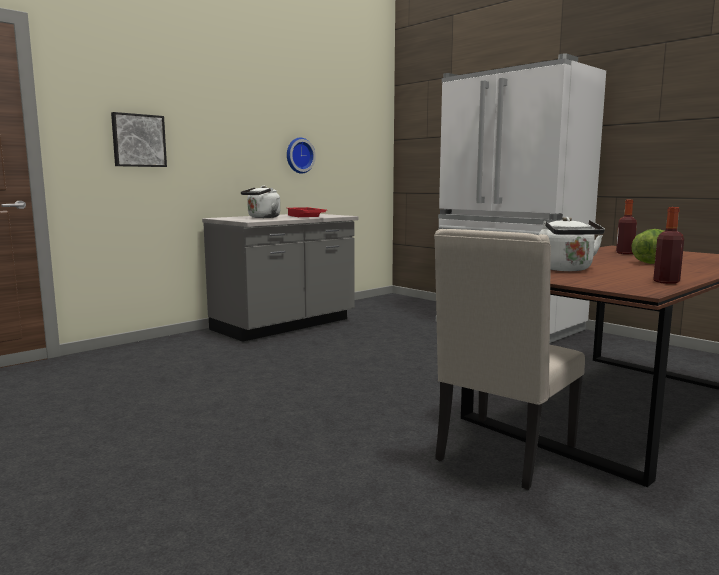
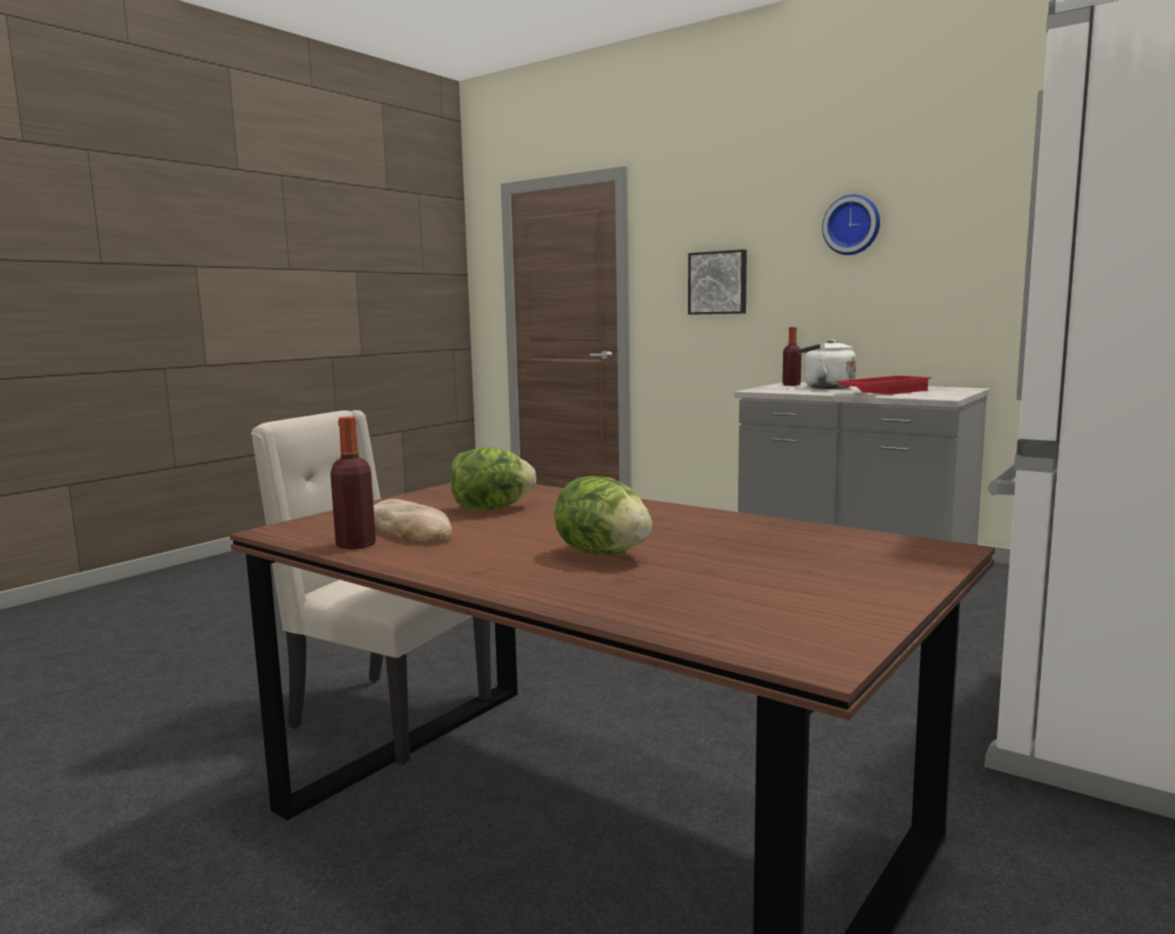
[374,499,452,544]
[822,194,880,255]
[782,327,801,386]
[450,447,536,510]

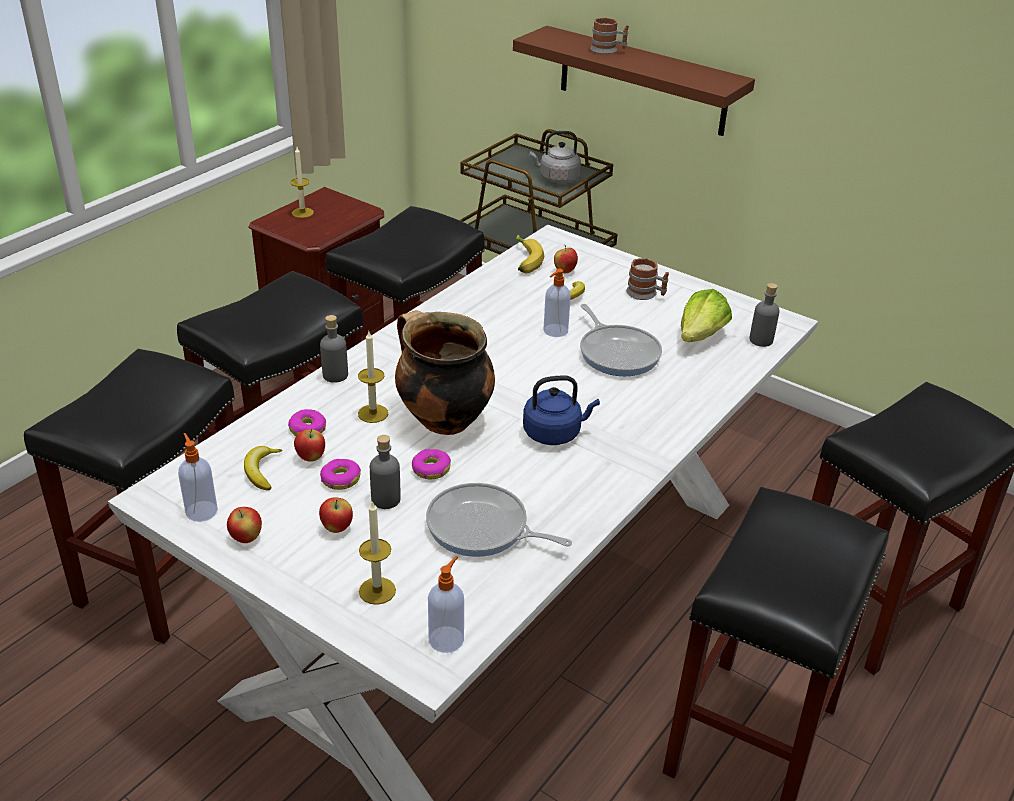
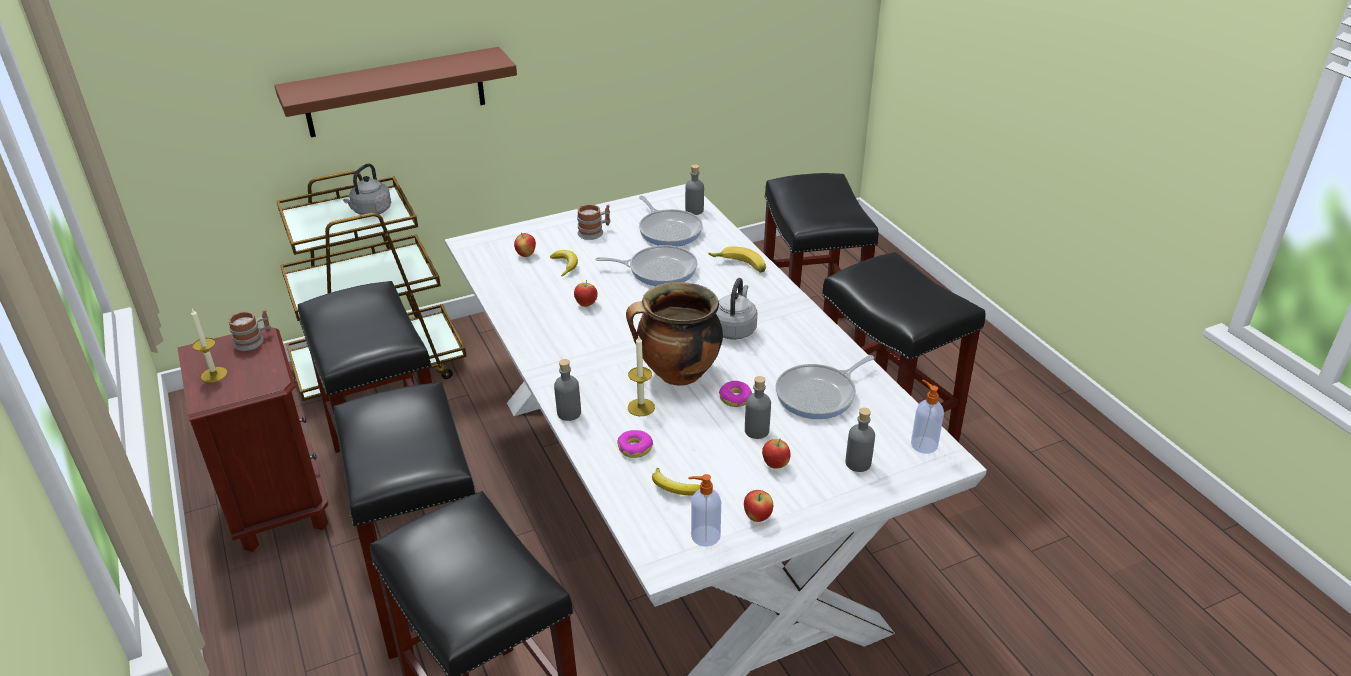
[320,459,361,490] (first image)
[543,269,571,337] (first image)
[574,280,598,307]
[708,247,766,273]
[228,310,271,351]
[845,408,875,472]
[639,196,703,247]
[716,278,758,340]

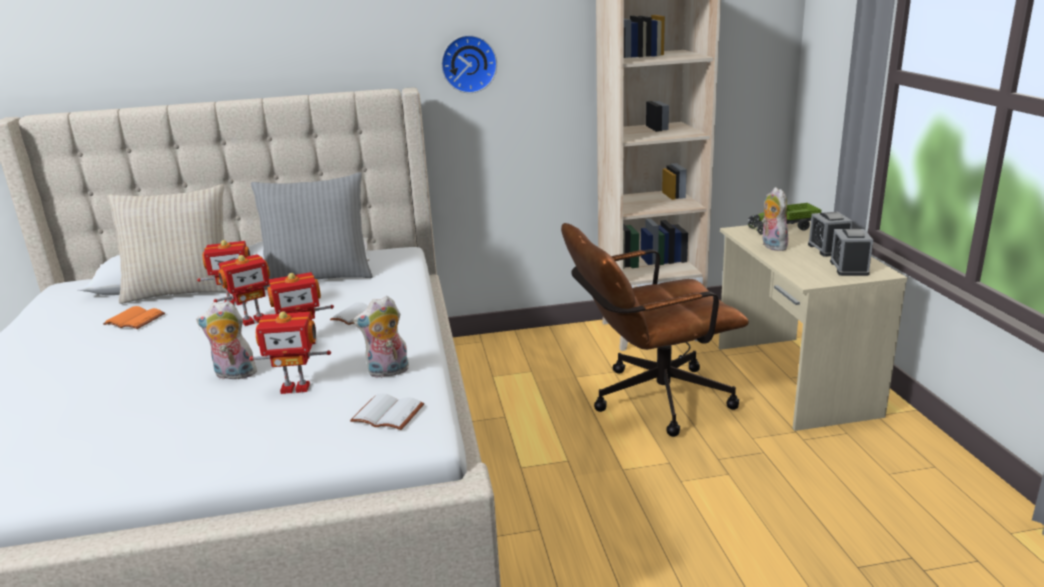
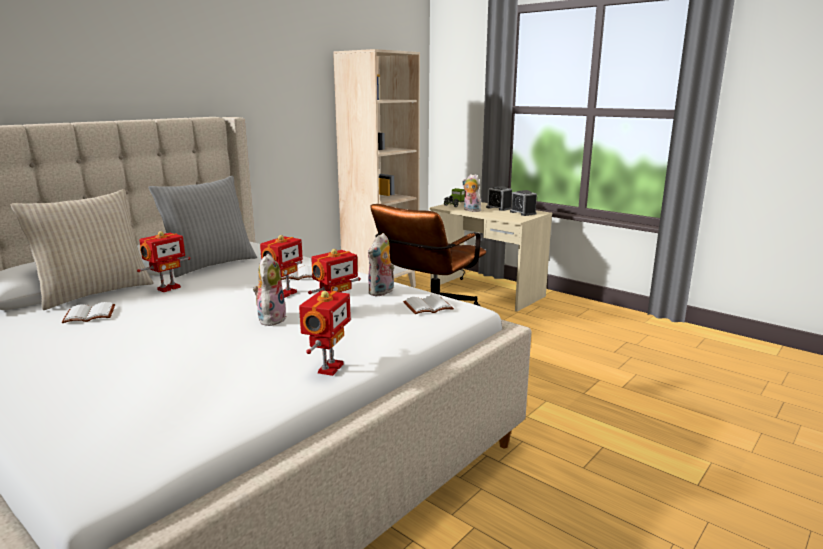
[441,35,497,93] (first image)
[299,290,351,376]
[62,302,115,323]
[253,254,286,326]

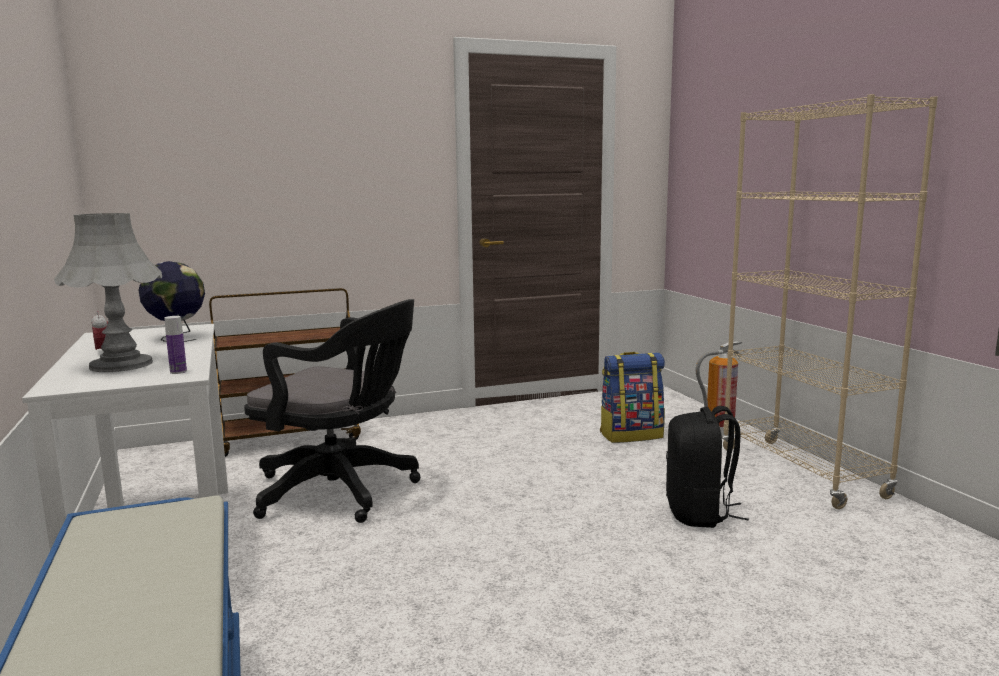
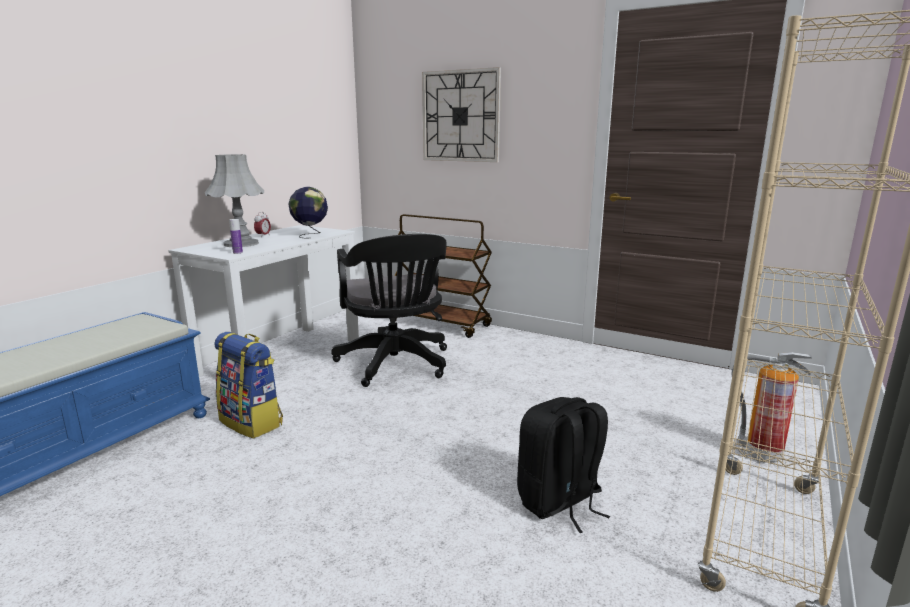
[422,67,501,162]
[214,332,283,439]

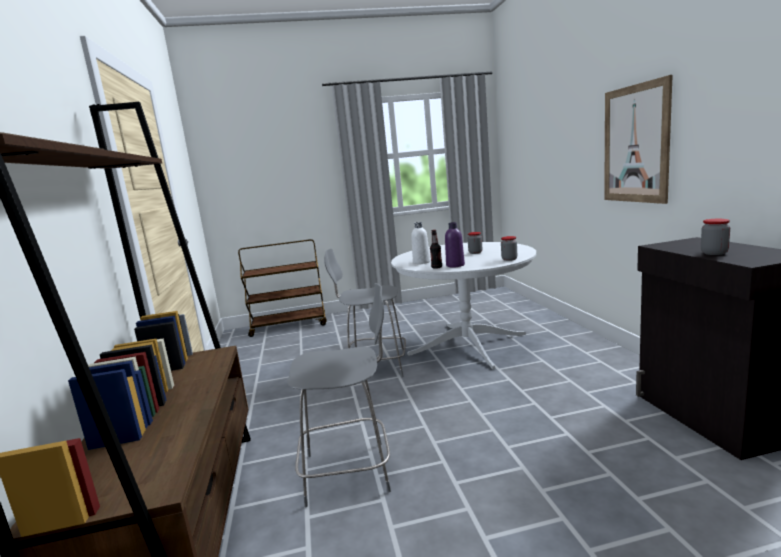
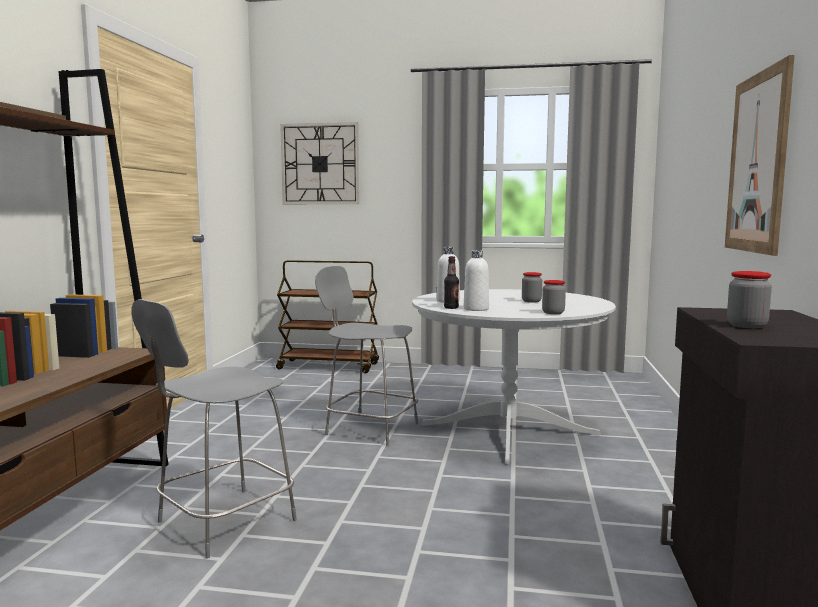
[280,122,359,204]
[464,250,489,311]
[131,299,297,559]

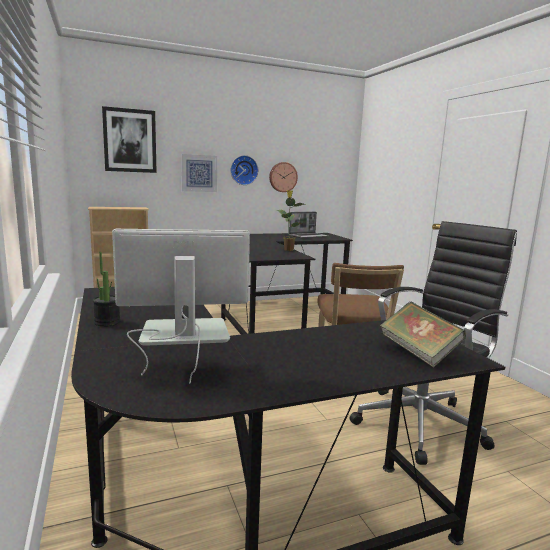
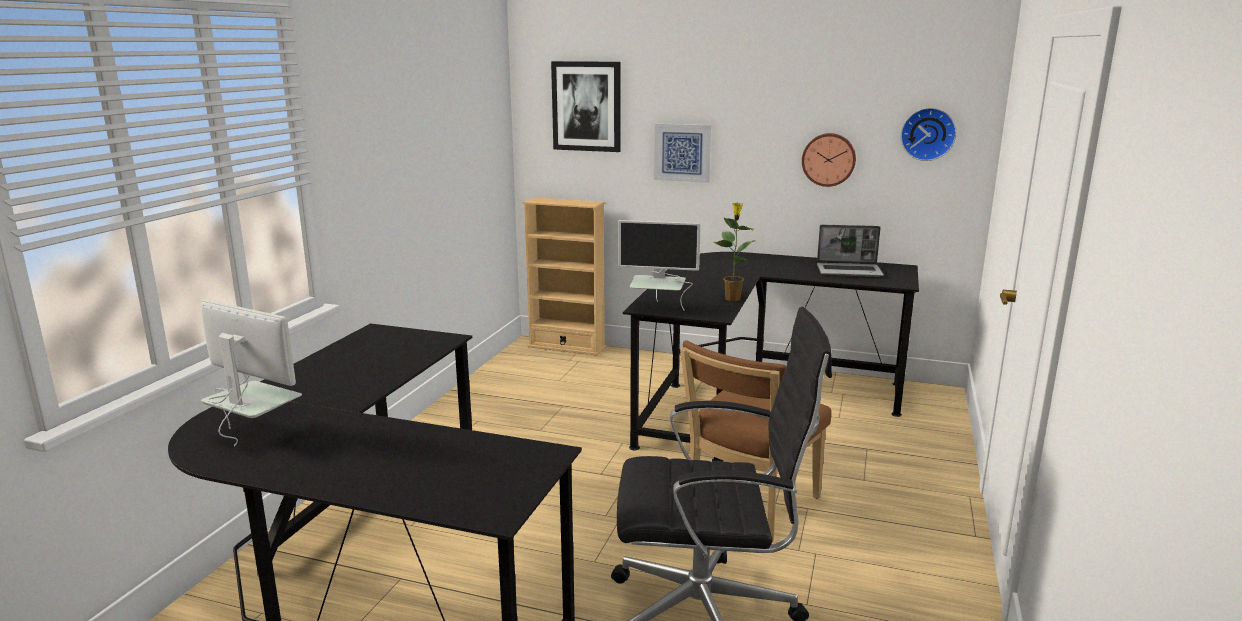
[93,252,120,327] (first image)
[380,302,466,368] (first image)
[618,220,701,311]
[900,108,956,161]

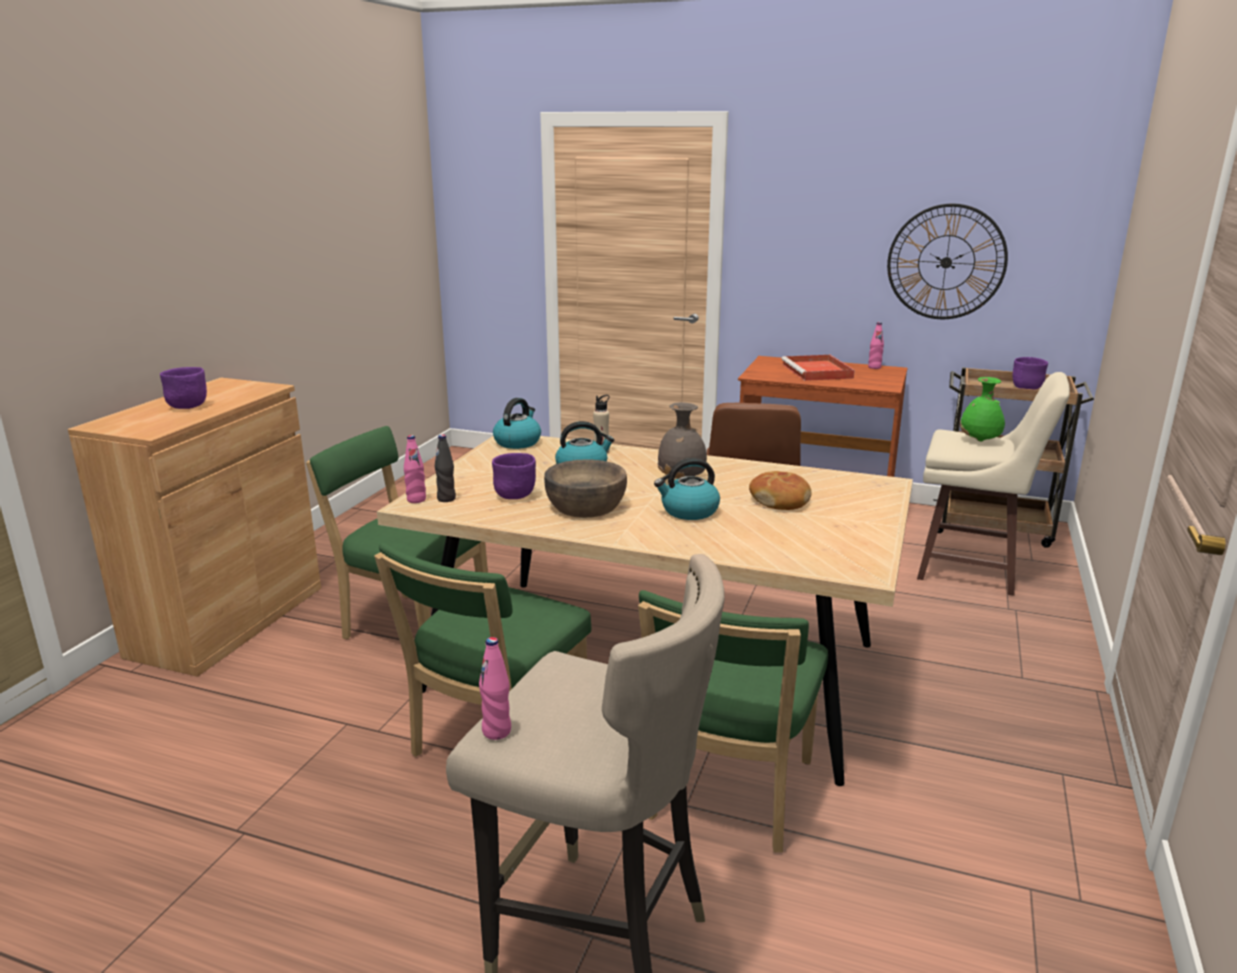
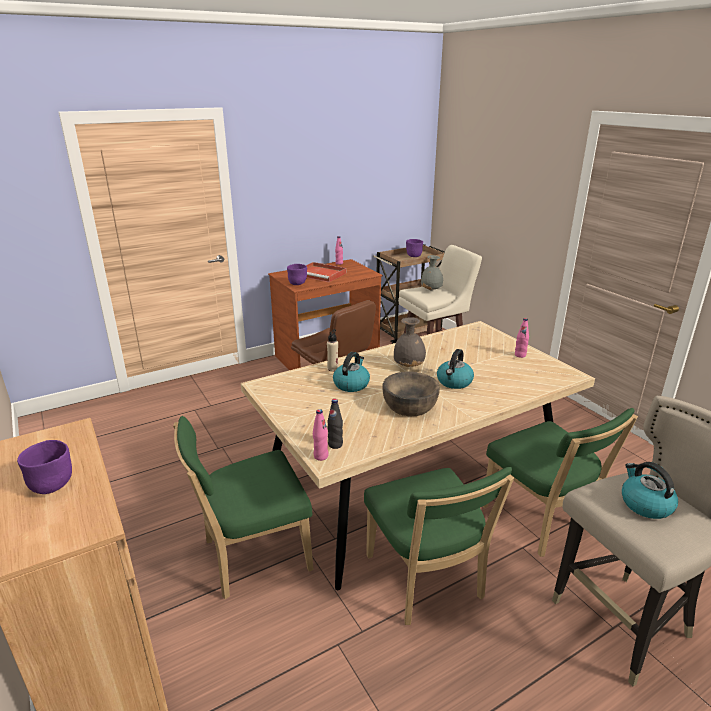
[749,471,812,510] (first image)
[887,204,1008,319] (first image)
[515,318,529,358]
[287,264,307,285]
[622,462,678,519]
[421,255,443,291]

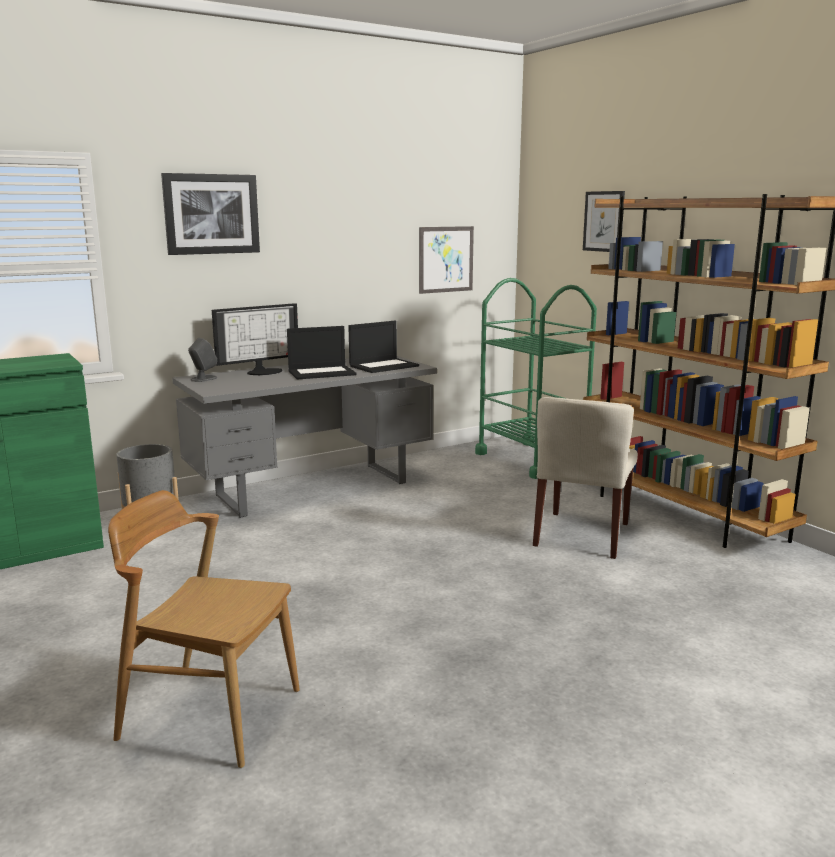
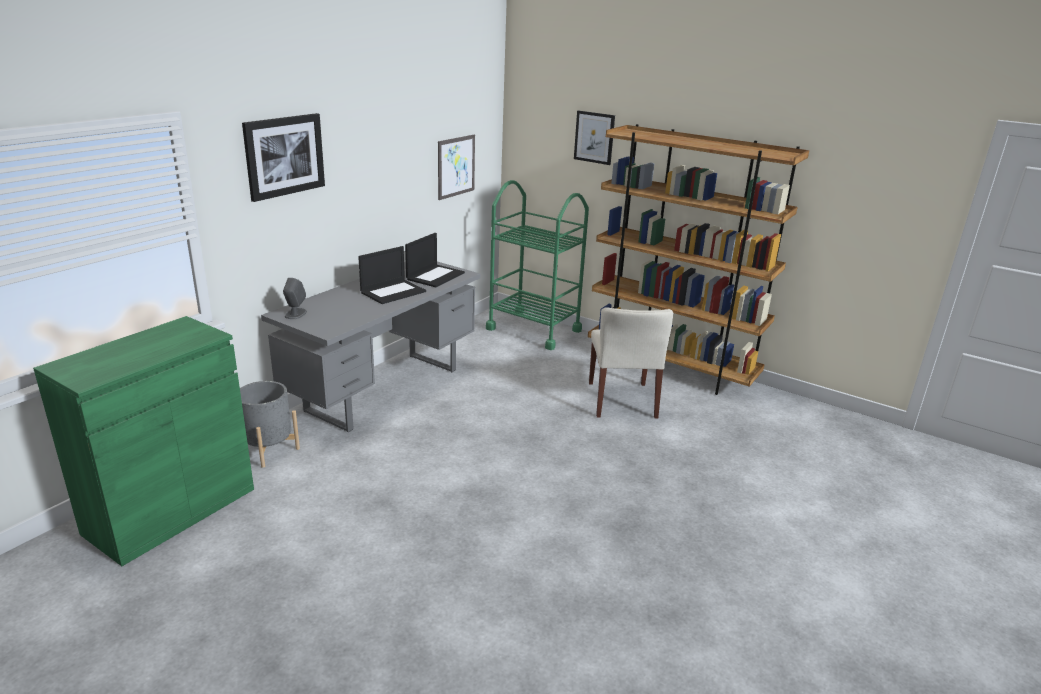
[108,490,300,768] (first image)
[212,303,298,375] (first image)

